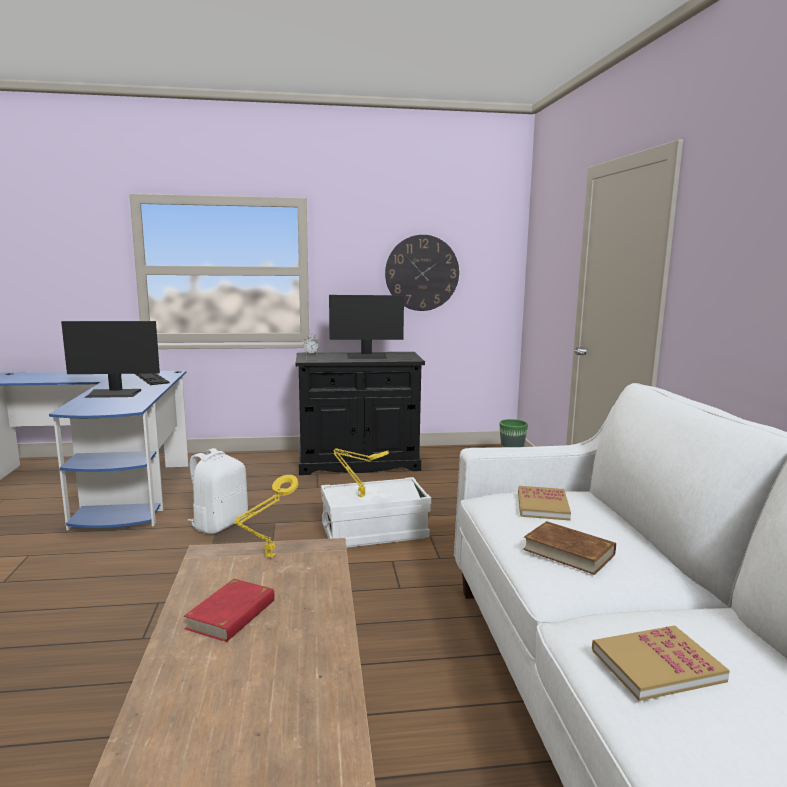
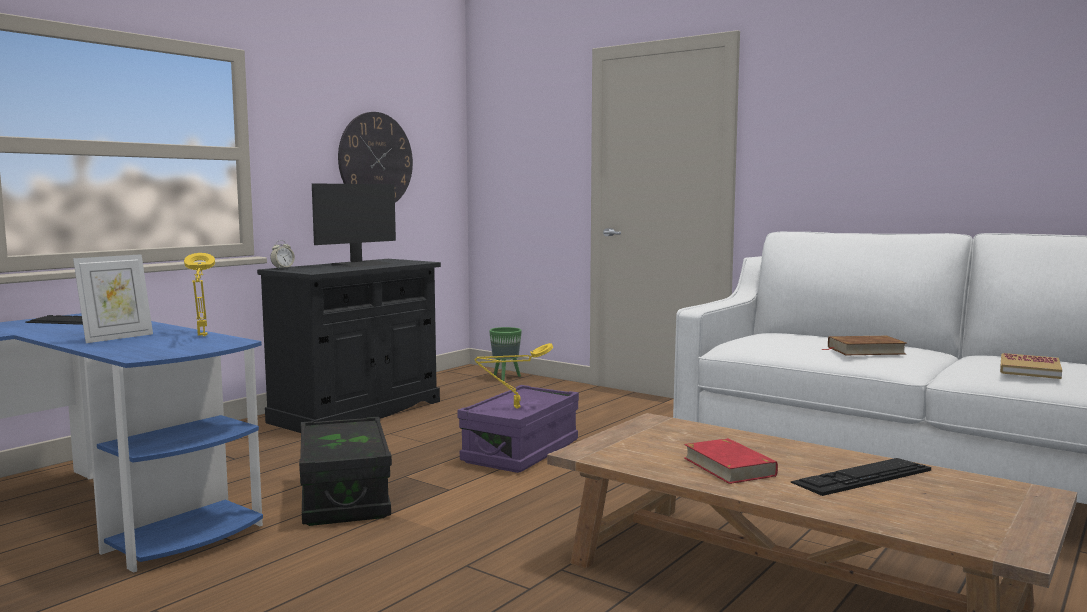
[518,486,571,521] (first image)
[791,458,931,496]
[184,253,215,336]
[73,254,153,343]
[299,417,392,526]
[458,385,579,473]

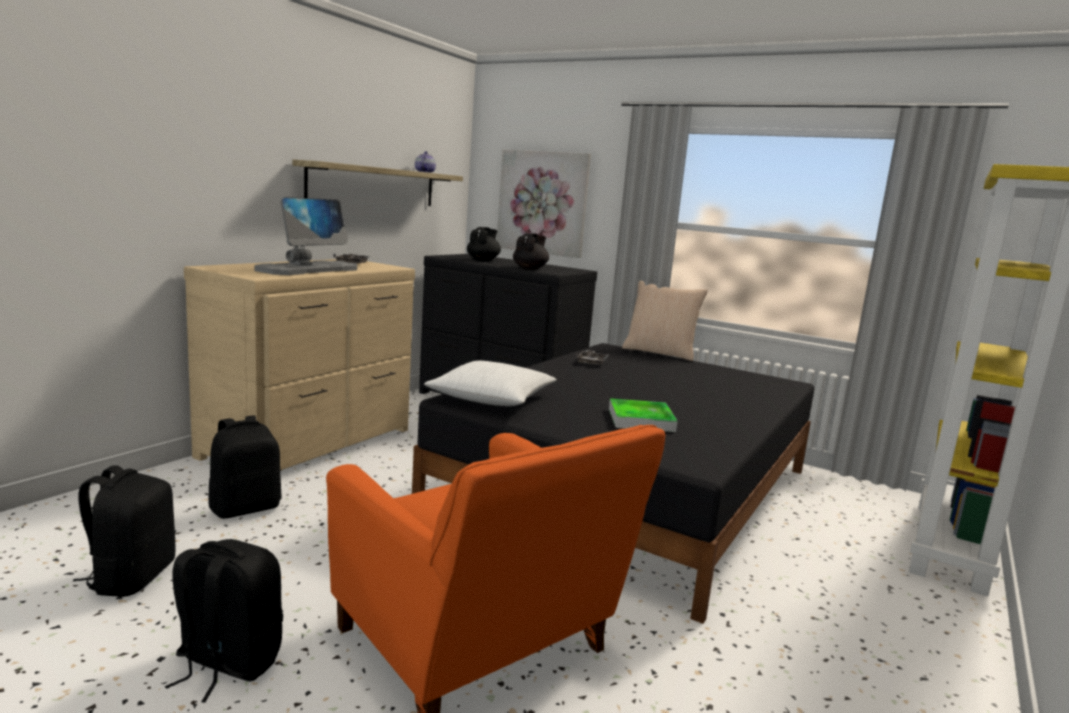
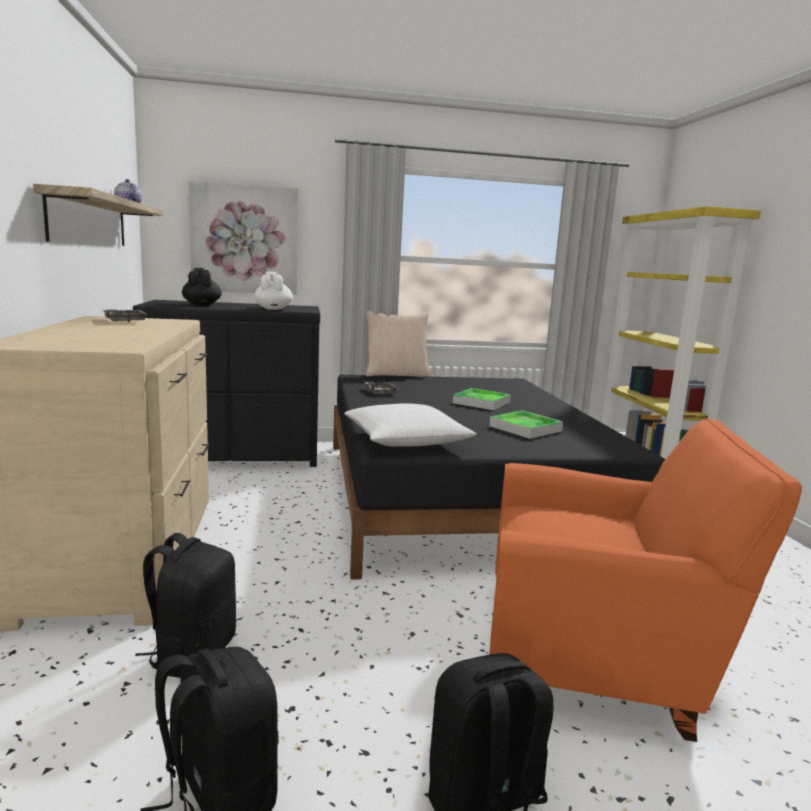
[254,197,357,275] (first image)
[453,388,511,410]
[254,272,293,310]

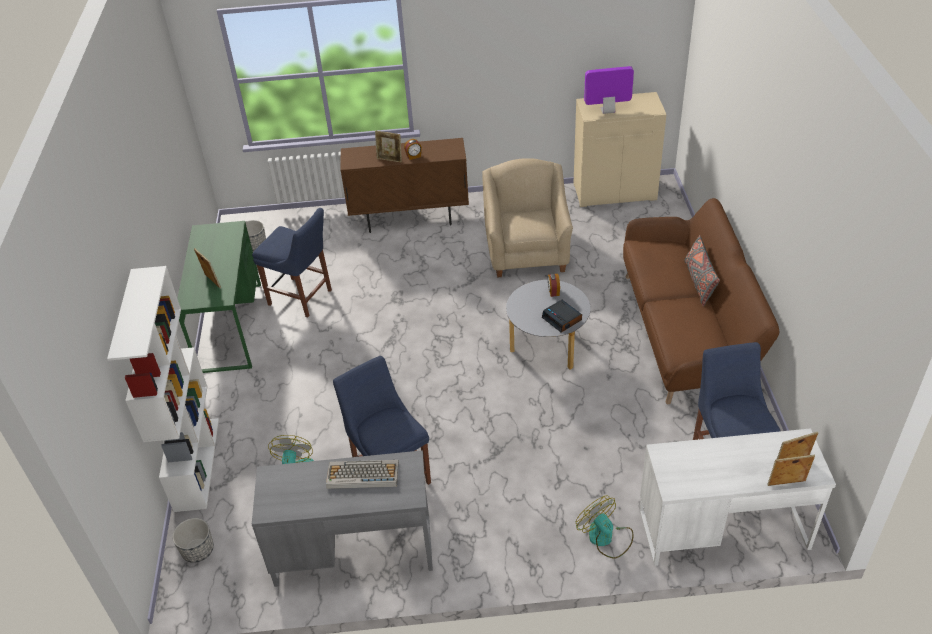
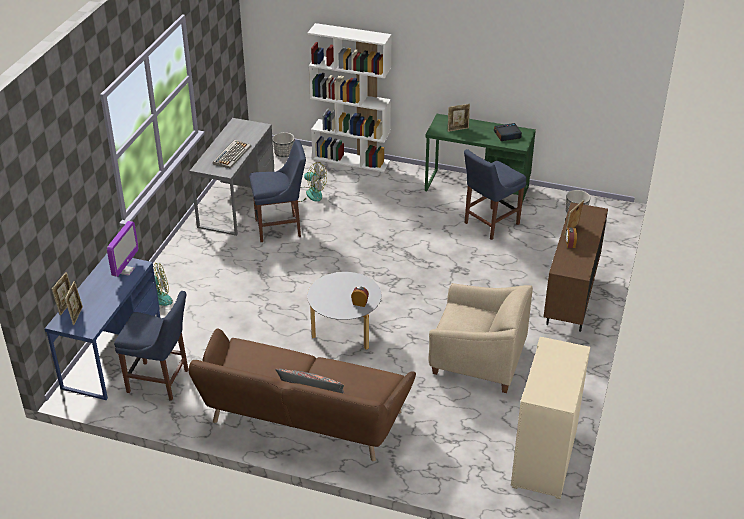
[494,123,522,141]
[107,221,138,277]
[45,254,160,400]

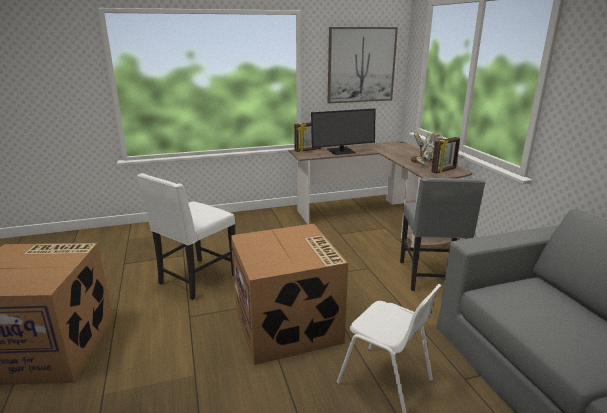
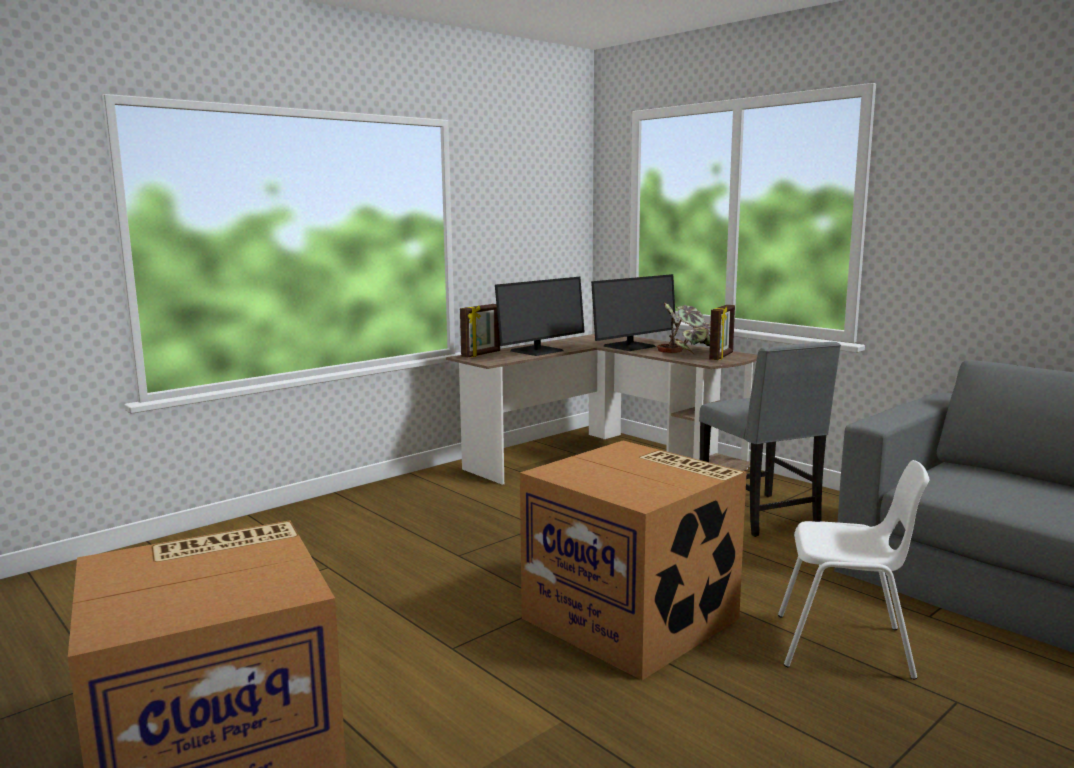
[137,173,235,300] (first image)
[327,27,398,103] (first image)
[591,274,675,351]

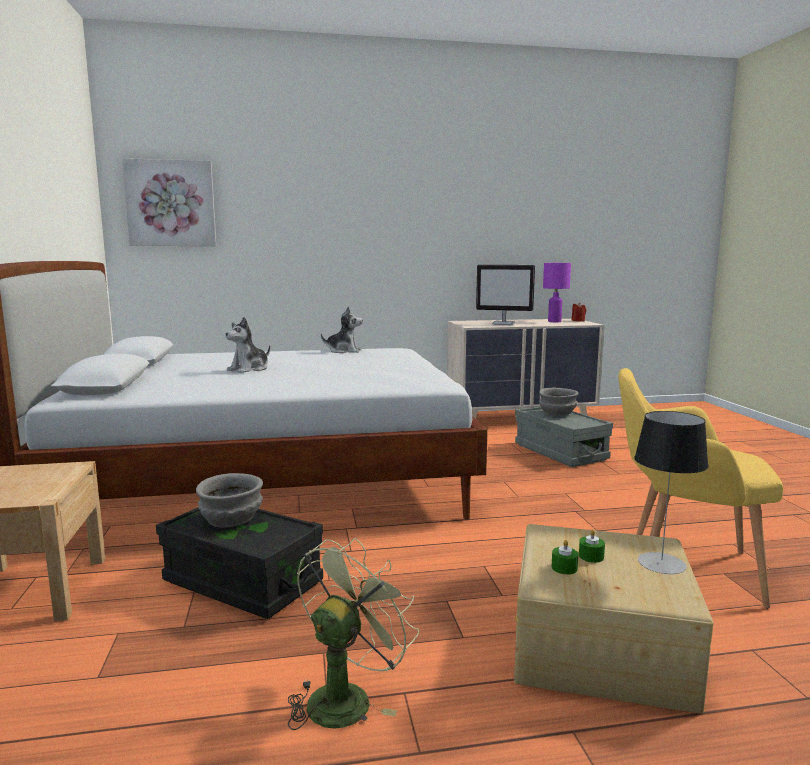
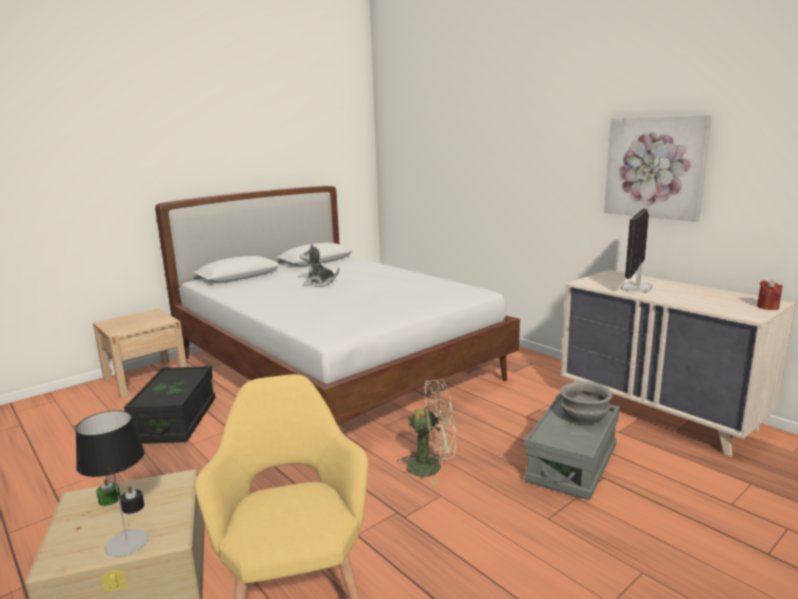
[196,473,263,528] (first image)
[321,307,363,353] (first image)
[543,263,571,322] (first image)
[604,115,712,222]
[397,379,456,485]
[120,486,144,514]
[620,208,653,292]

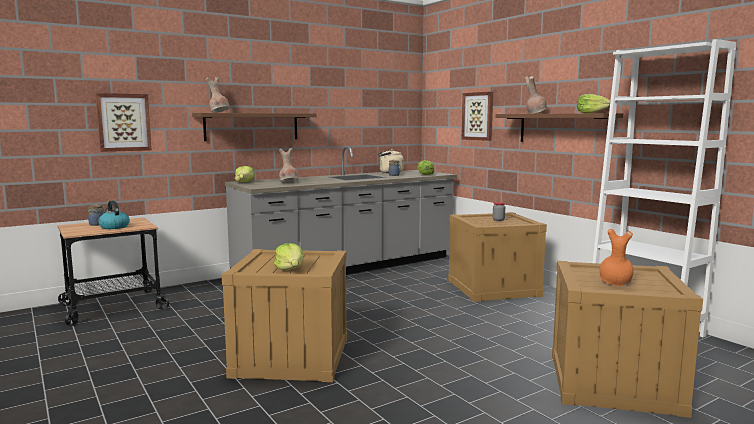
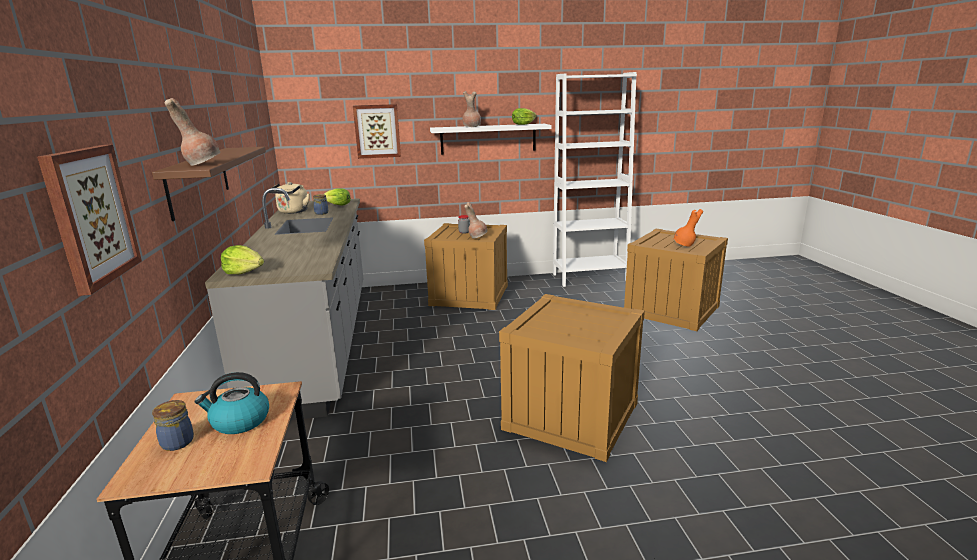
[274,243,304,270] (first image)
[464,202,488,238]
[430,124,552,154]

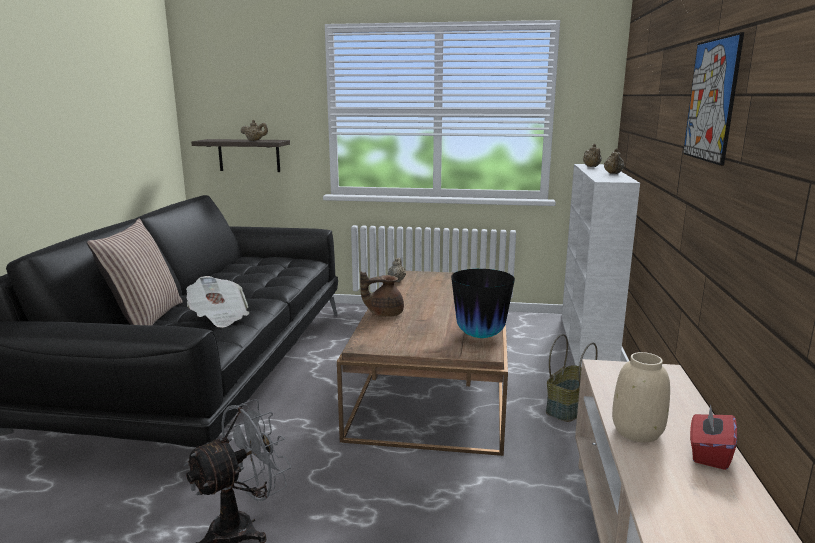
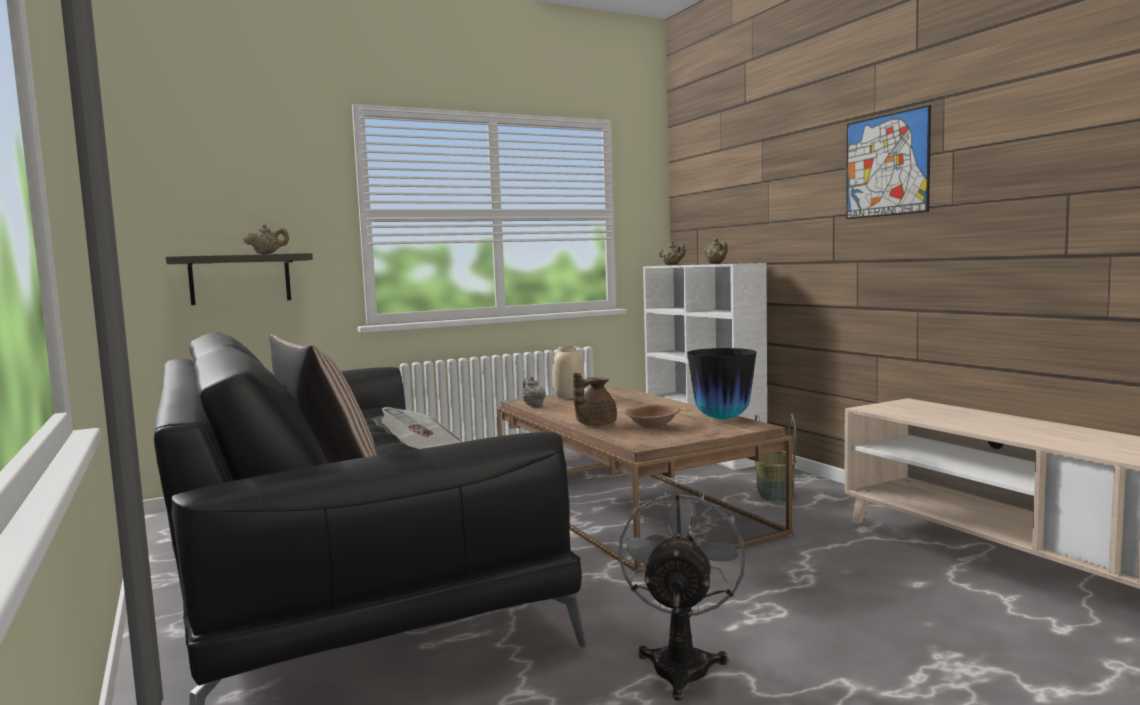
[690,404,737,470] (first image)
[625,403,680,429]
[553,346,585,399]

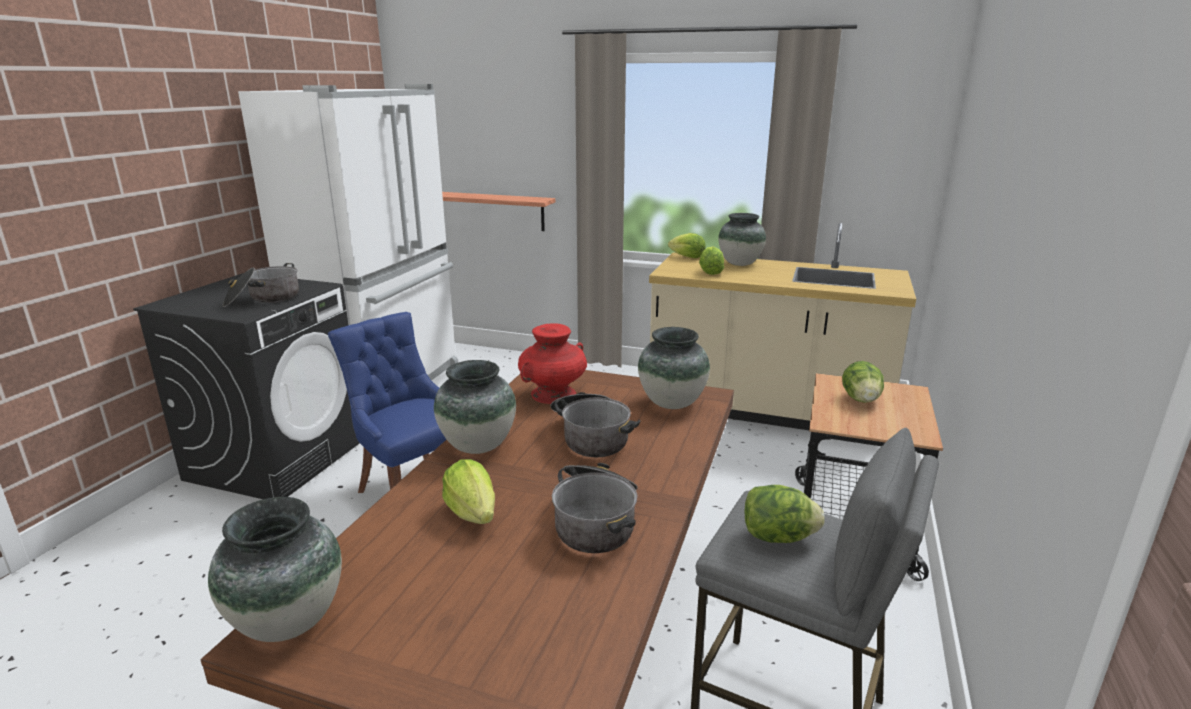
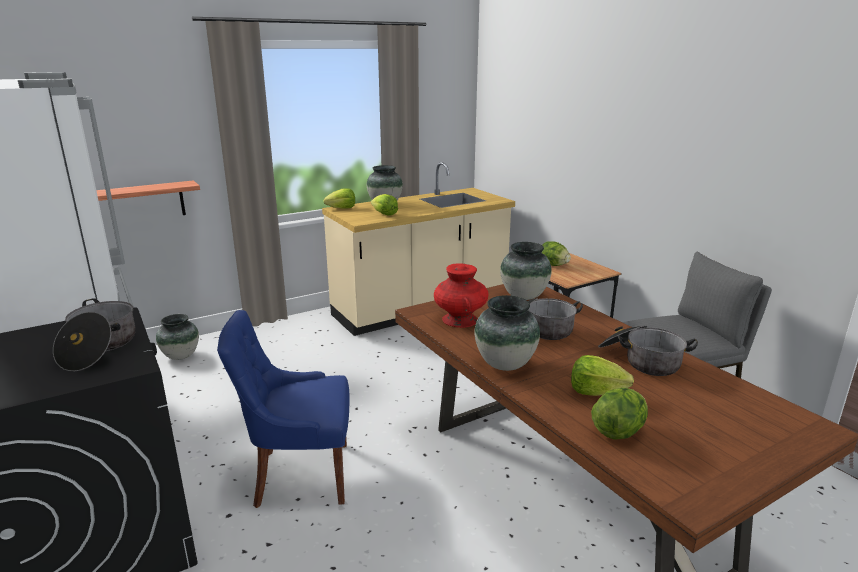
[156,314,199,360]
[591,388,648,440]

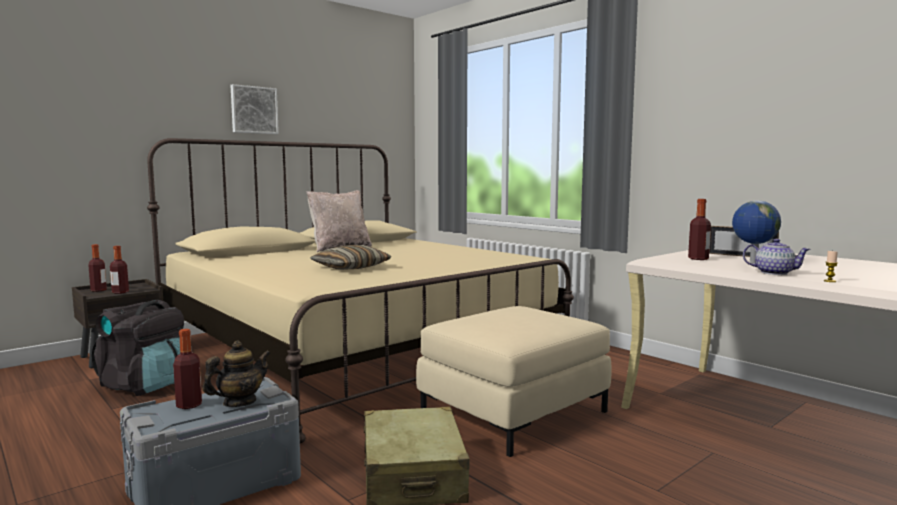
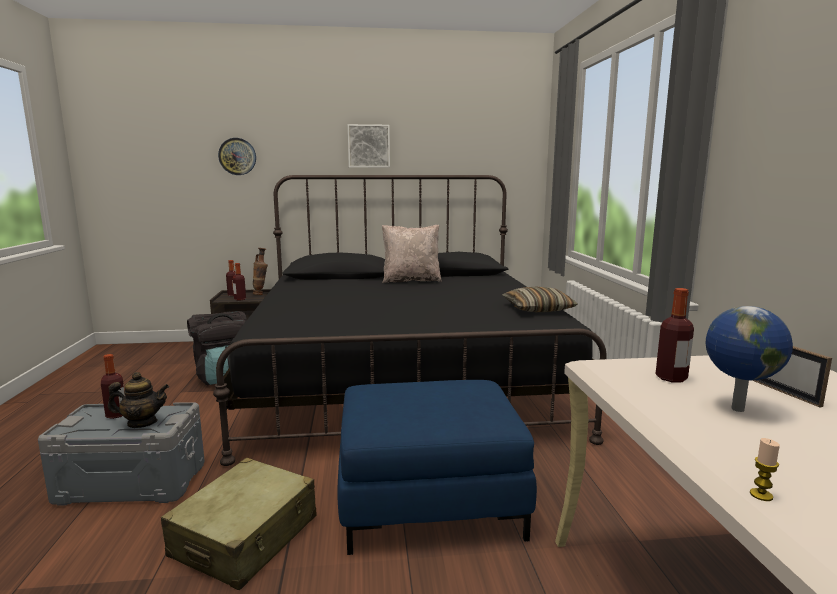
[743,239,811,275] (first image)
[218,138,256,175]
[253,248,268,295]
[502,287,578,312]
[213,175,607,466]
[337,380,537,555]

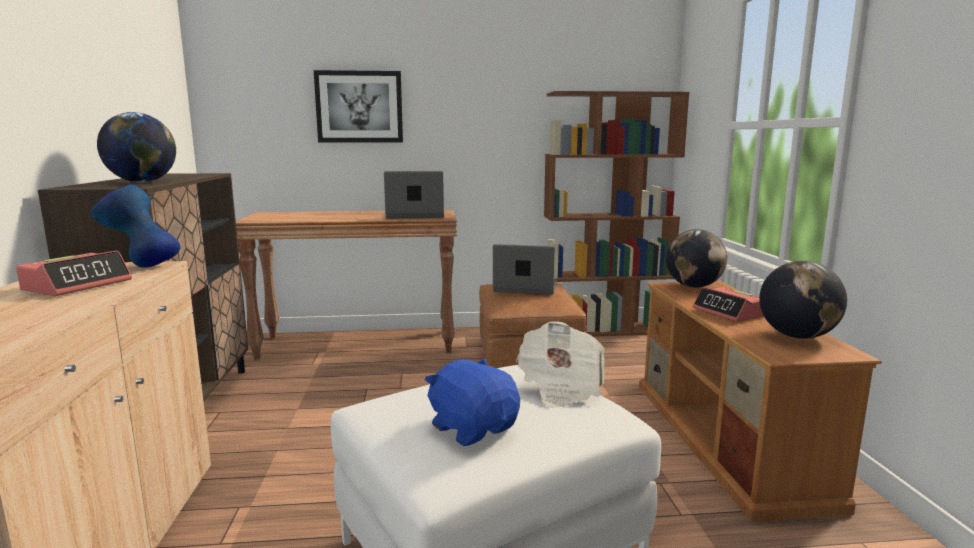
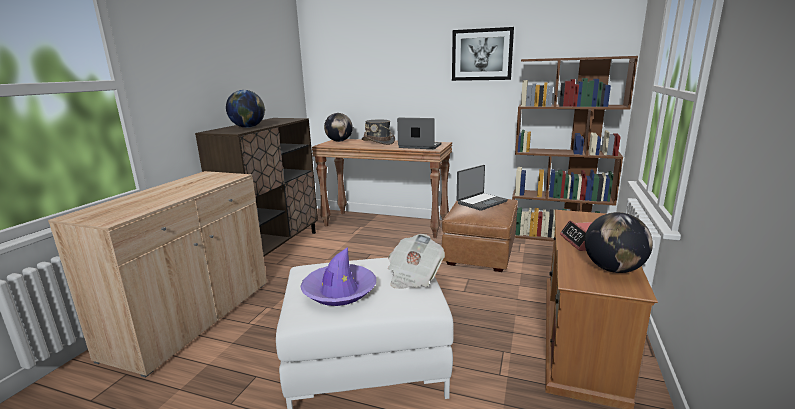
[16,251,132,296] (first image)
[91,184,181,268] (first image)
[362,120,395,145]
[452,27,514,81]
[324,113,353,142]
[300,247,376,306]
[457,165,508,211]

